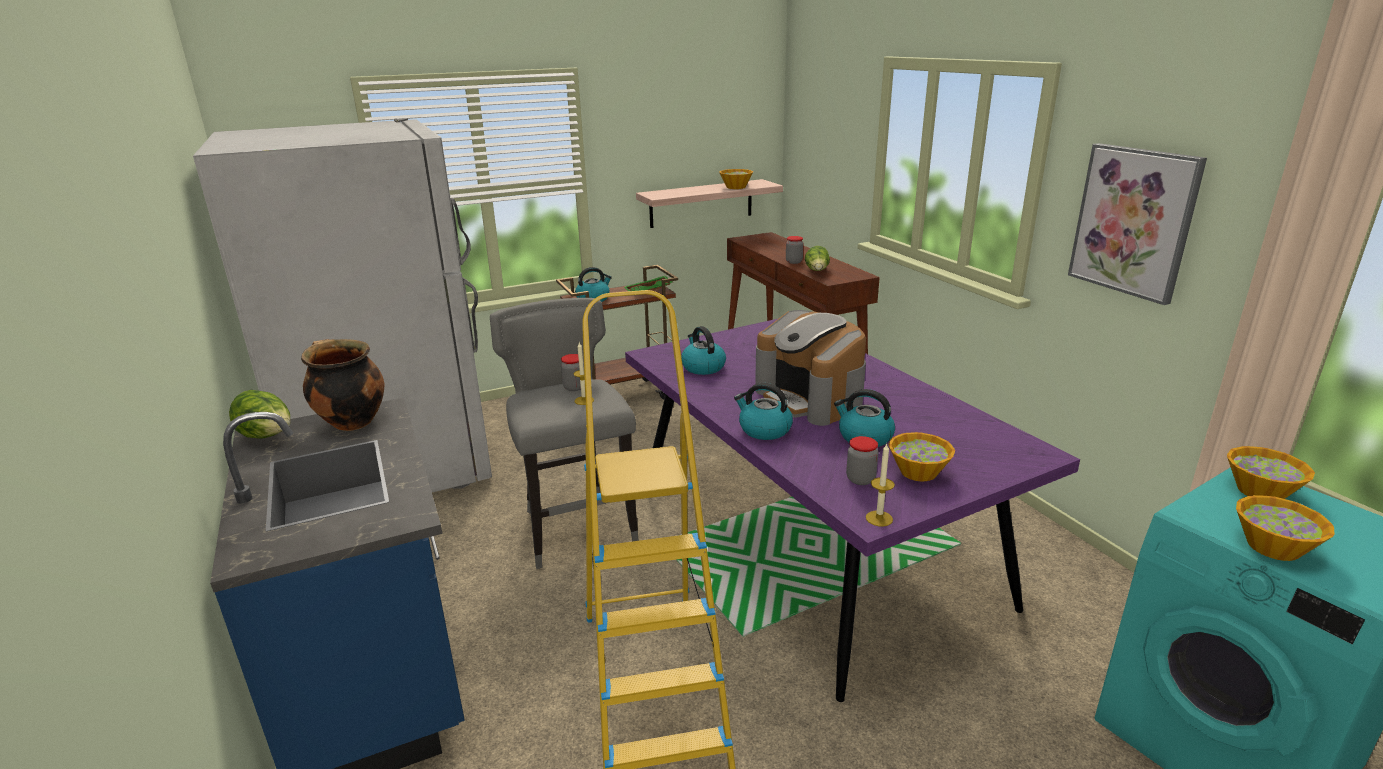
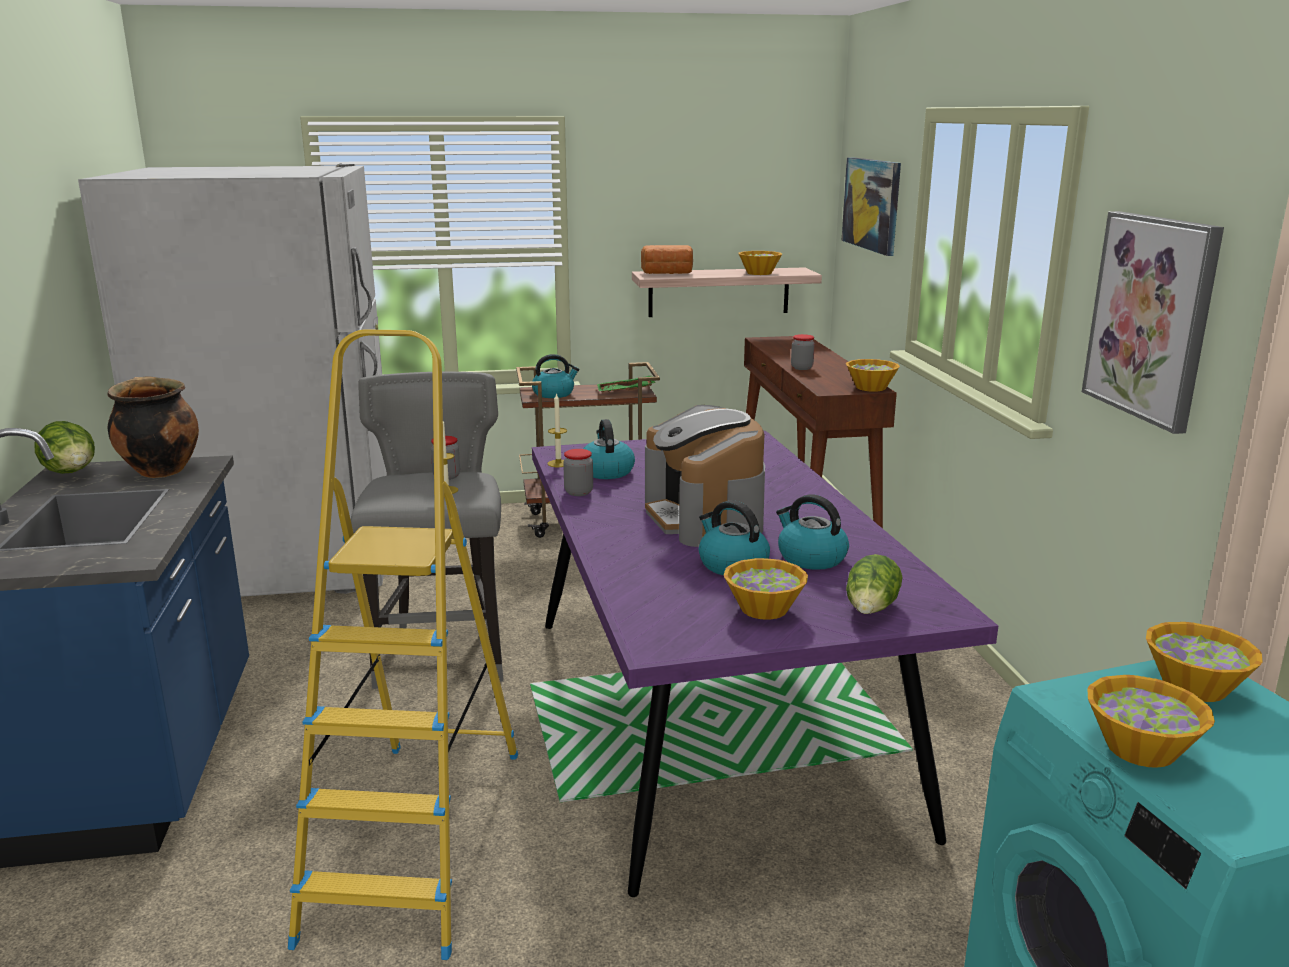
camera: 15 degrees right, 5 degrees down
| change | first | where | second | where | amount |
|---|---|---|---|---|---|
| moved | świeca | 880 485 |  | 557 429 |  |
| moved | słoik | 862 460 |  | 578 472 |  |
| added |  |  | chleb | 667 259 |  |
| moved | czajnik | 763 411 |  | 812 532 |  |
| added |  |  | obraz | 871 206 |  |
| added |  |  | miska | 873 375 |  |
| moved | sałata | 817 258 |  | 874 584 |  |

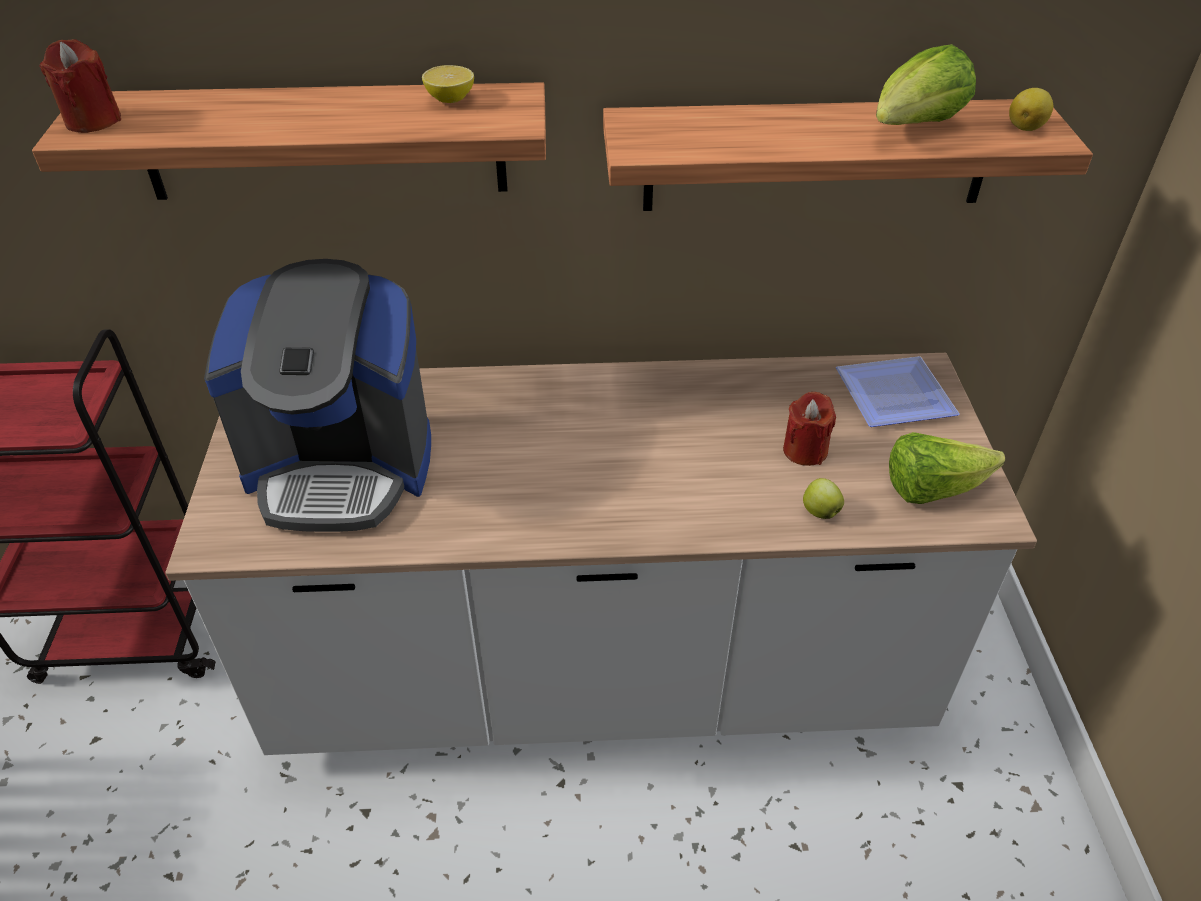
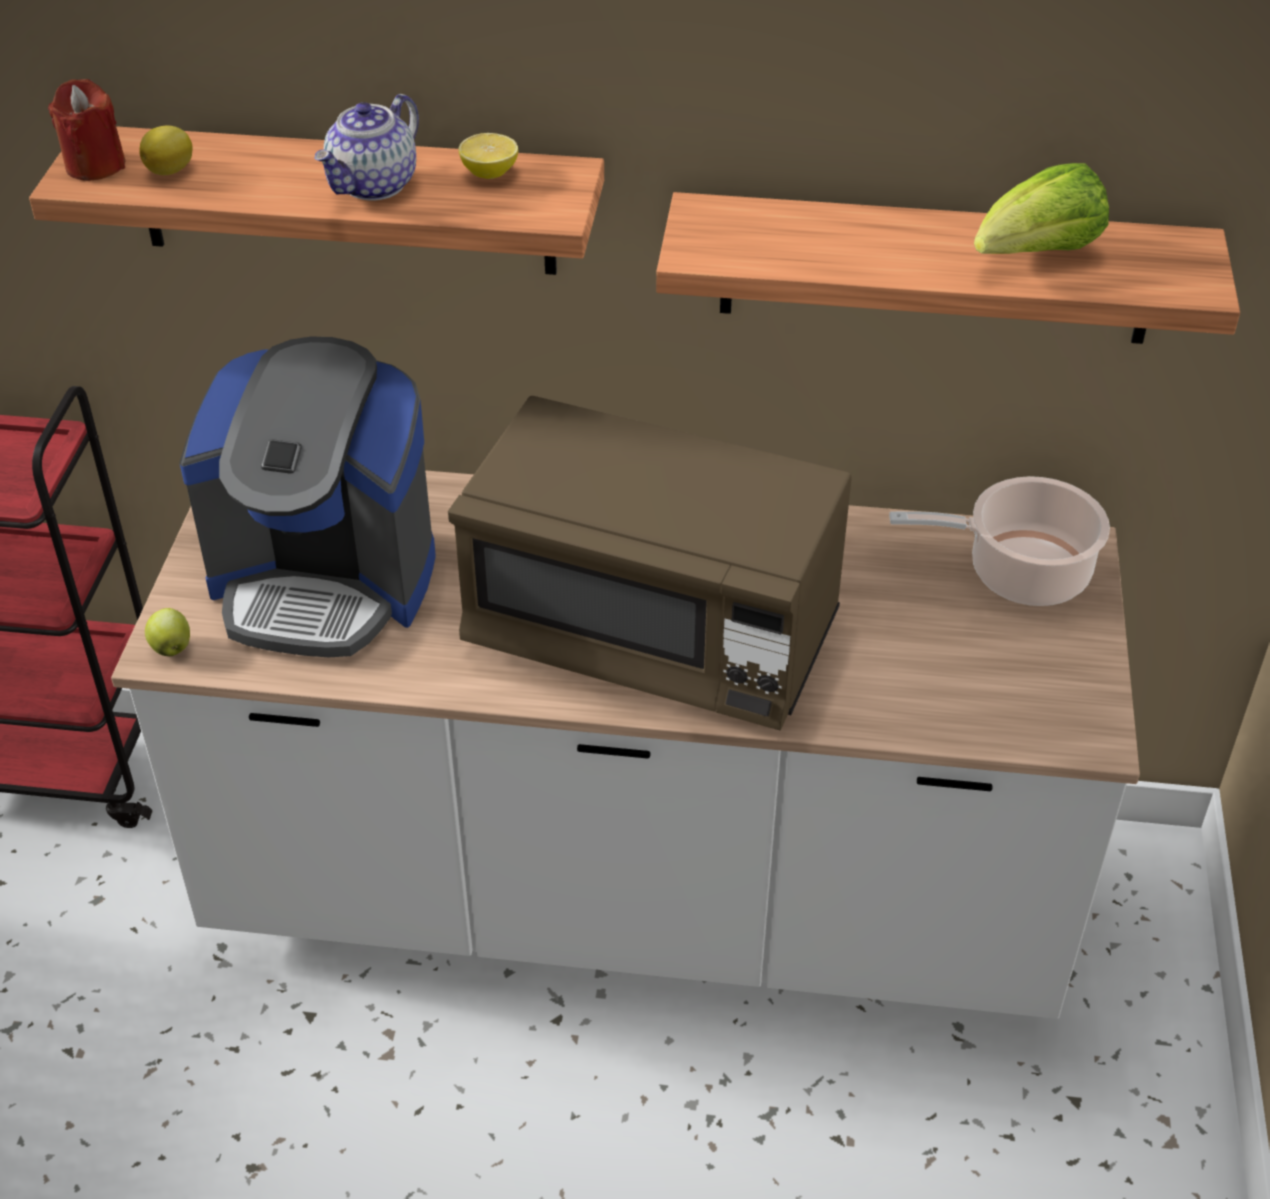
camera: 10 degrees right, 0 degrees up
| change | first | where | second | where | amount |
|---|---|---|---|---|---|
| moved | cytryna | 1031 109 |  | 165 150 |  |
| moved | jabłko | 823 498 |  | 167 632 |  |
| added |  |  | imbryk | 366 147 |  |
| added |  |  | mikrofalówka (brązowy) | 650 563 |  |
| replaced | talerz | 897 391 | garnek | 999 541 |  |
| removed | świeca (czerwony) | 809 429 |  |  |  |
| removed | sałata | 947 468 |  |  |  |

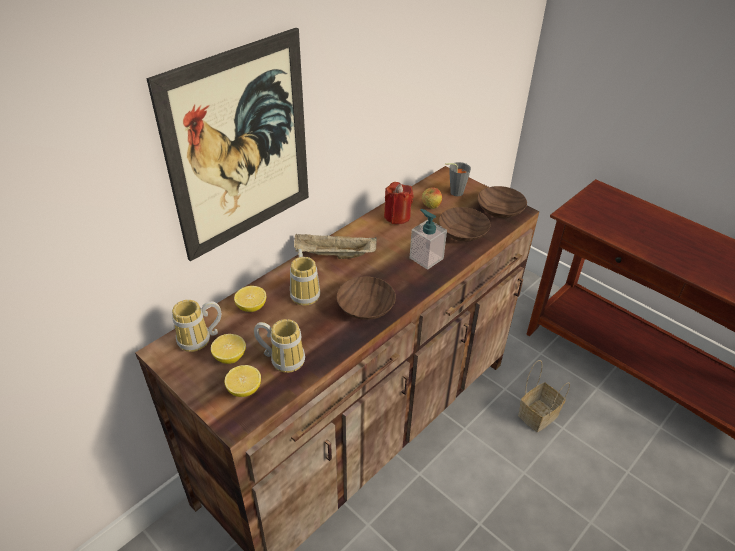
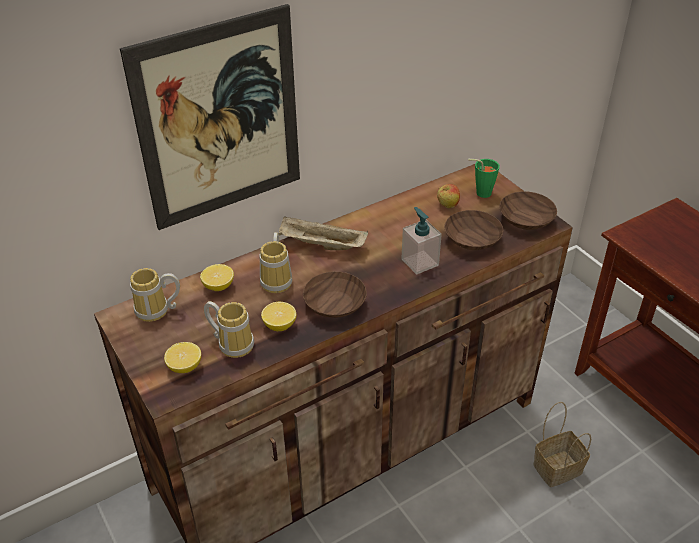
camera: 15 degrees right, 0 degrees up
| change | first | where | second | where | amount |
|---|---|---|---|---|---|
| moved | cytryna | 228 349 |  | 279 316 |  |
| recoloured | filiżanka (szary) | 458 179 | filiżanka (zielony) | 484 178 |  |
| removed | świeca (czerwony) | 398 203 |  |  |  |

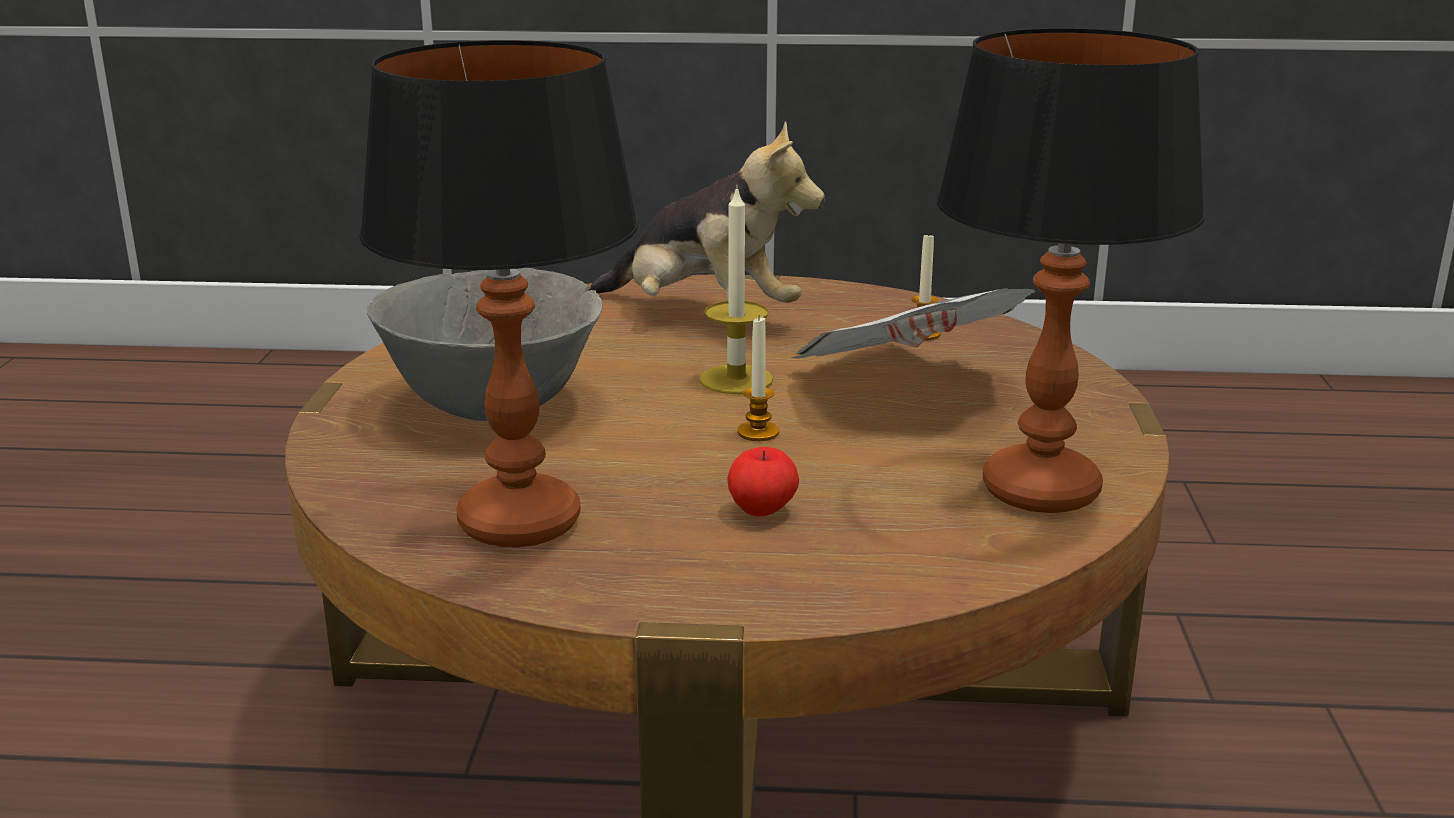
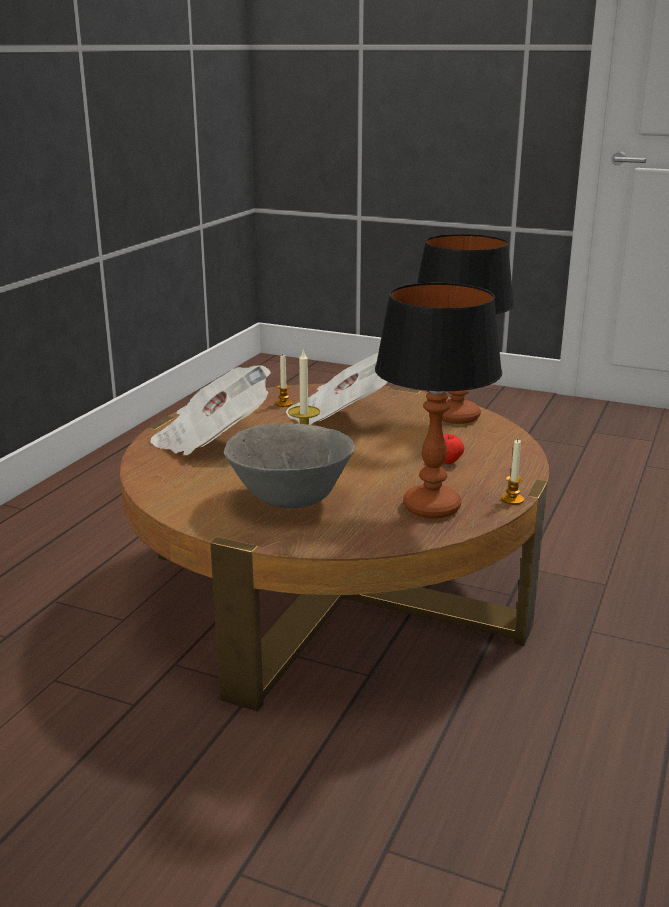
camera: 70 degrees left, 0 degrees up
| change | first | where | second | where | amount |
|---|---|---|---|---|---|
| replaced | pluszak | 706 212 | gazeta | 210 410 |  |
| moved | świeca | 758 378 |  | 513 472 |  |

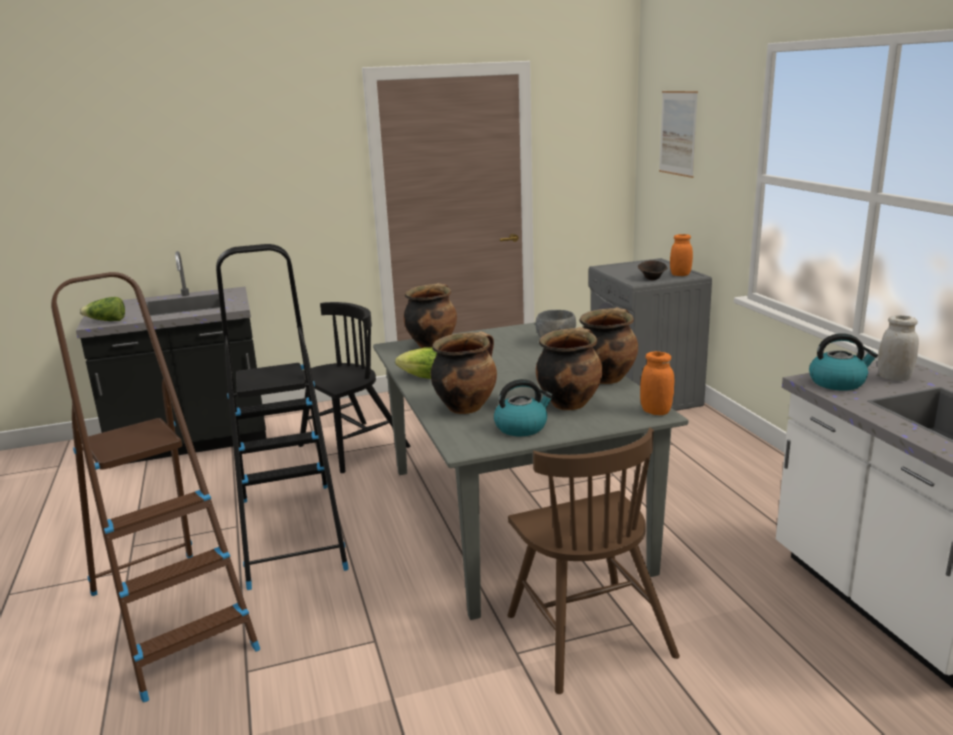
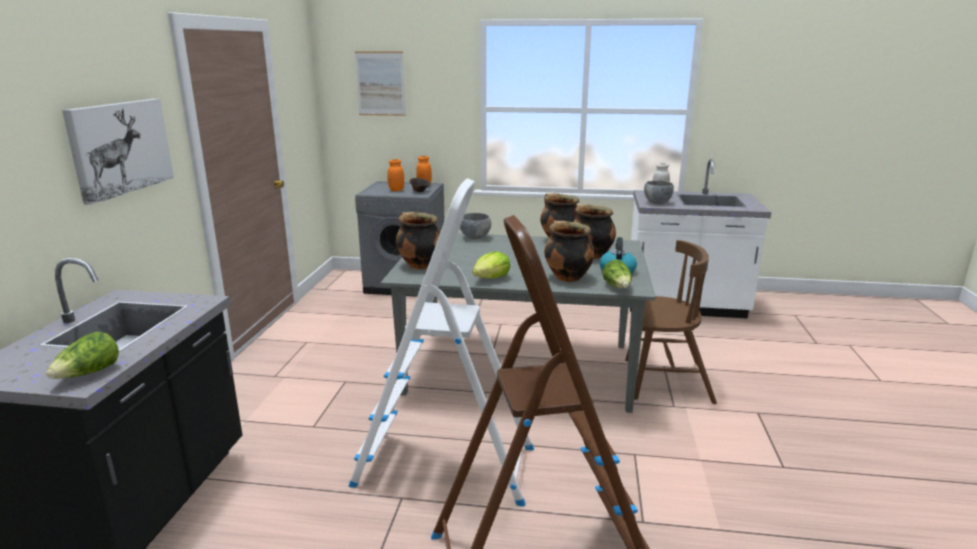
camera: 65 degrees left, 0 degrees up
| change | first | where | second | where | amount |
|---|---|---|---|---|---|
| added |  |  | obraz | 118 152 |  |
| recoloured | drabinka (czarny) | 282 417 | drabinka (biały) | 441 342 |  |
| moved | słoik (pomarańczowy) | 657 383 |  | 396 175 |  |
| added |  |  | sałata | 617 274 |  |
| replaced | czajnik | 843 362 | miska (szary) | 659 192 |  |
| removed | krzesło (czarny) | 355 387 |  |  |  |

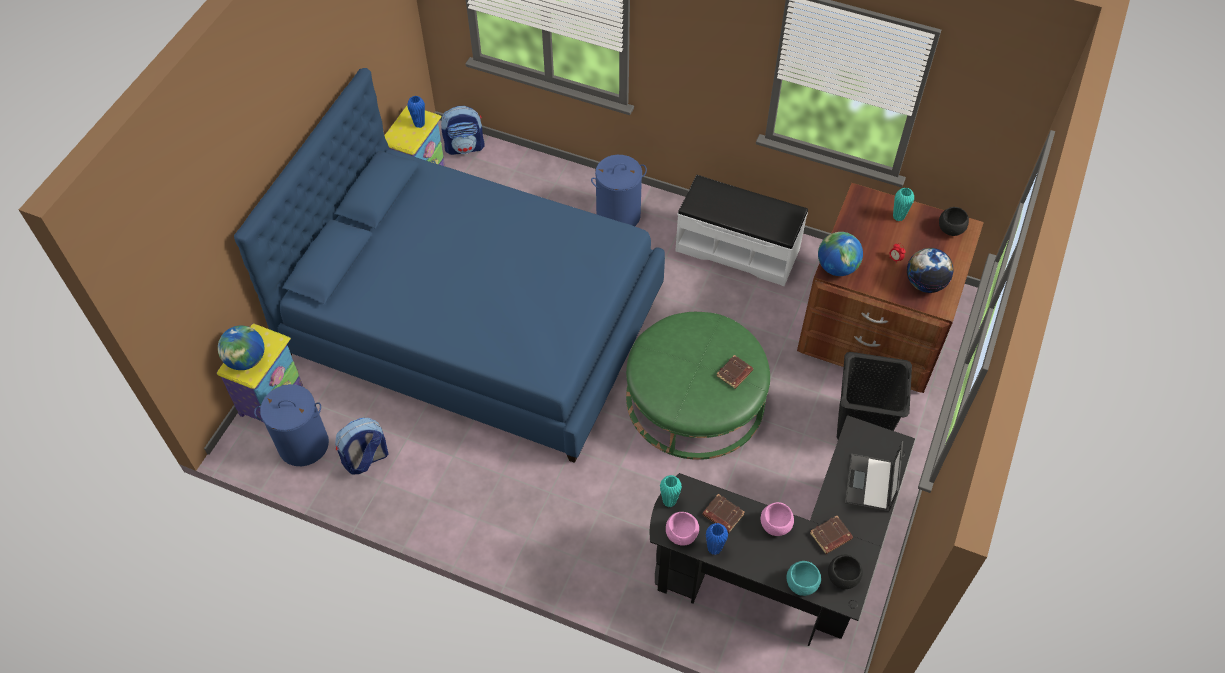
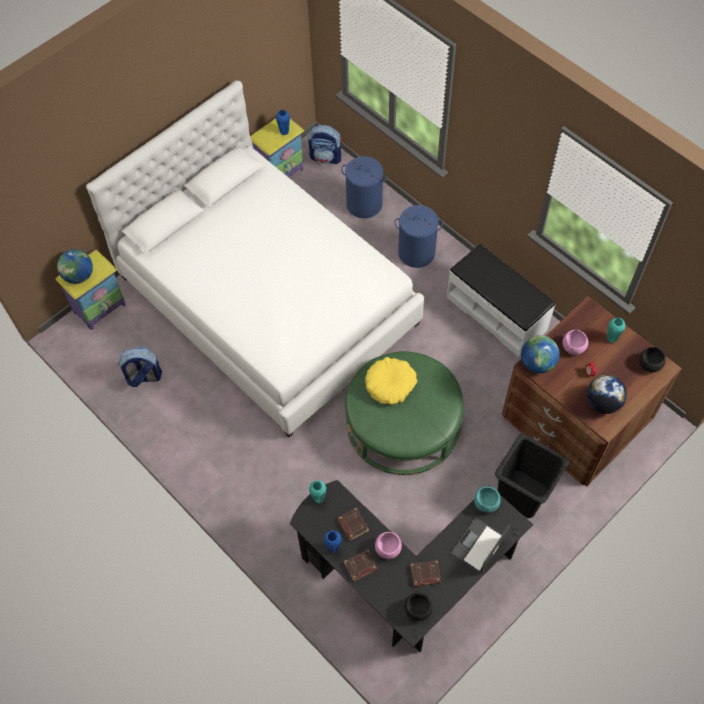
camera: 25 degrees right, 5 degrees up
| change | first | where | second | where | amount |
|---|---|---|---|---|---|
| recoloured | łóżko (niebieski) | 449 265 | łóżko (biały) | 255 258 |  |
| moved | kosz na pranie (niebieski) | 291 425 |  | 364 187 |  |
| moved | książka (brązowy) | 735 372 |  | 361 566 |  |
| added |  |  | poduszka (żółty) | 391 381 |  |
| moved | miska (turkusowy) | 804 578 |  | 487 499 |  |
| moved | miska (różowy) | 682 529 |  | 575 342 |  |

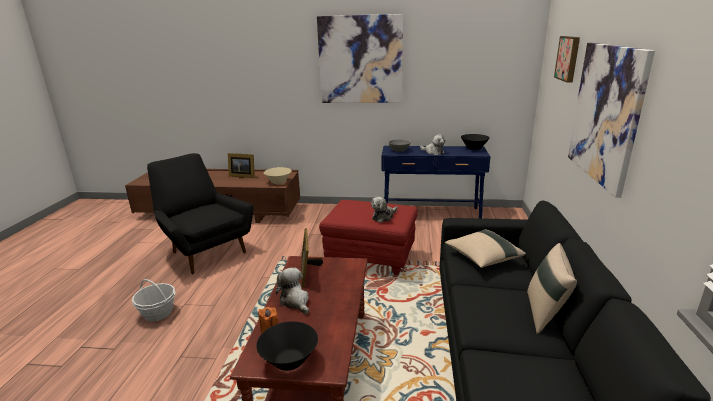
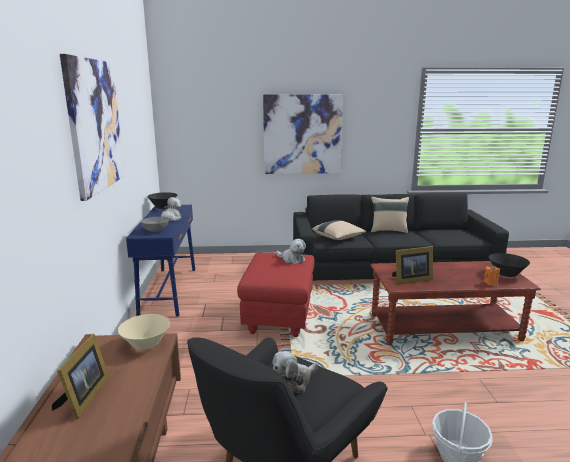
camera: 100 degrees left, 5 degrees down
| change | first | where | second | where | amount |
|---|---|---|---|---|---|
| moved | pluszak | 292 291 |  | 295 372 |  |
| removed | obraz | 567 59 |  |  |  |

